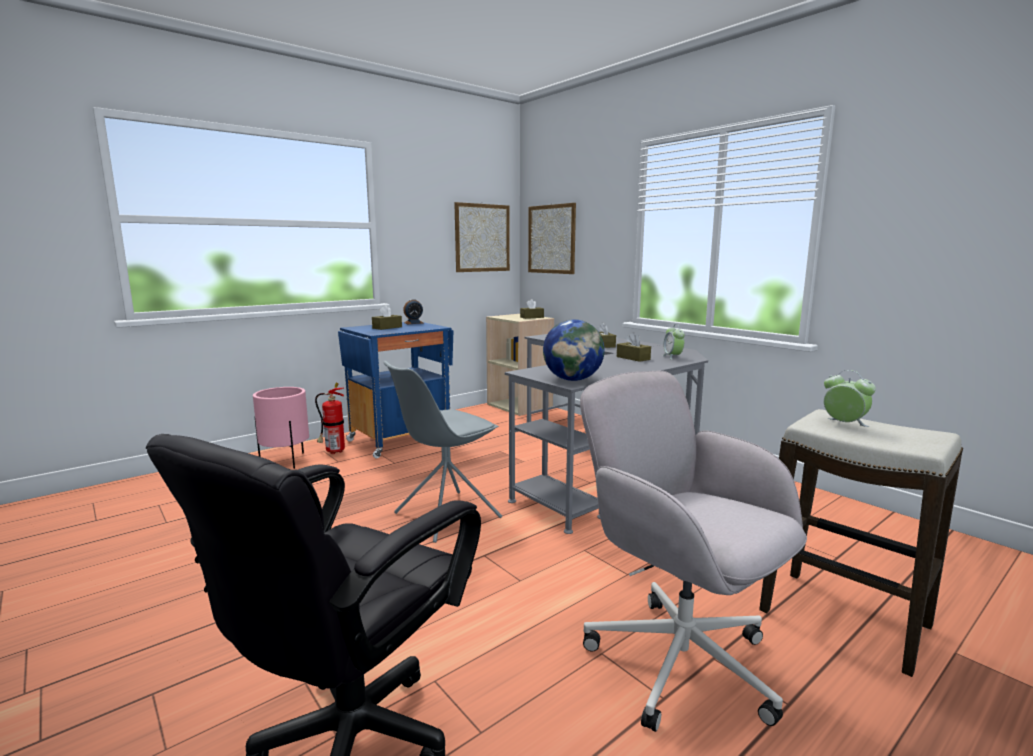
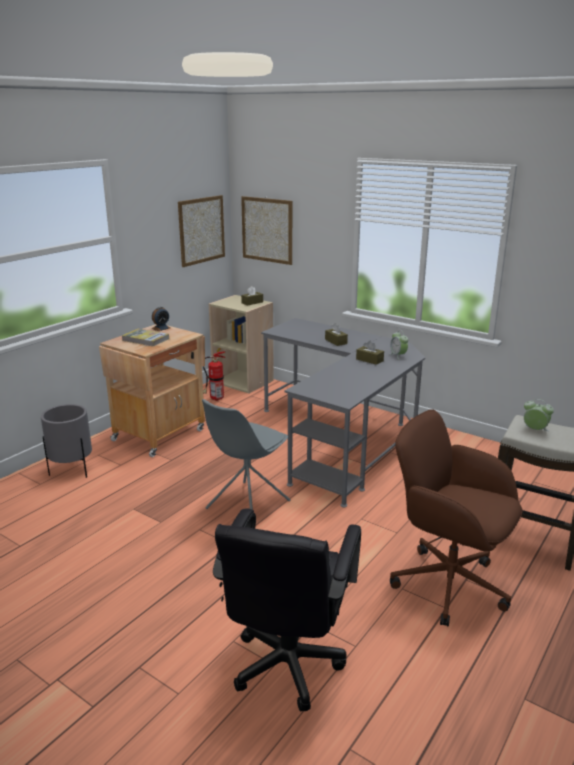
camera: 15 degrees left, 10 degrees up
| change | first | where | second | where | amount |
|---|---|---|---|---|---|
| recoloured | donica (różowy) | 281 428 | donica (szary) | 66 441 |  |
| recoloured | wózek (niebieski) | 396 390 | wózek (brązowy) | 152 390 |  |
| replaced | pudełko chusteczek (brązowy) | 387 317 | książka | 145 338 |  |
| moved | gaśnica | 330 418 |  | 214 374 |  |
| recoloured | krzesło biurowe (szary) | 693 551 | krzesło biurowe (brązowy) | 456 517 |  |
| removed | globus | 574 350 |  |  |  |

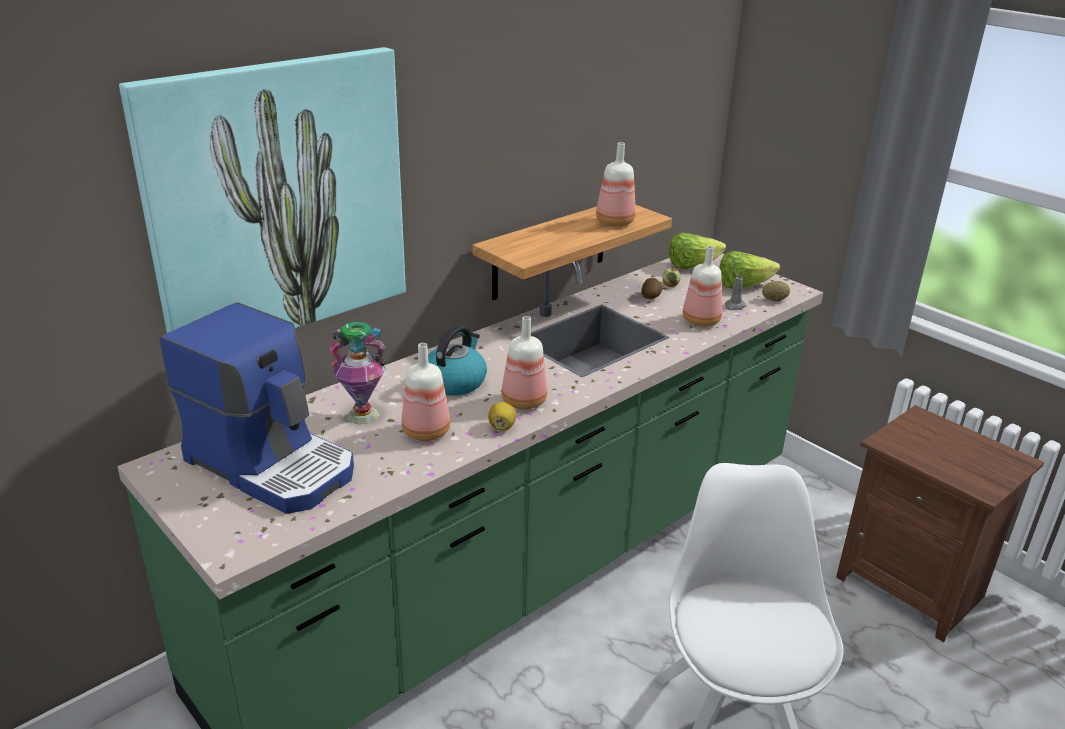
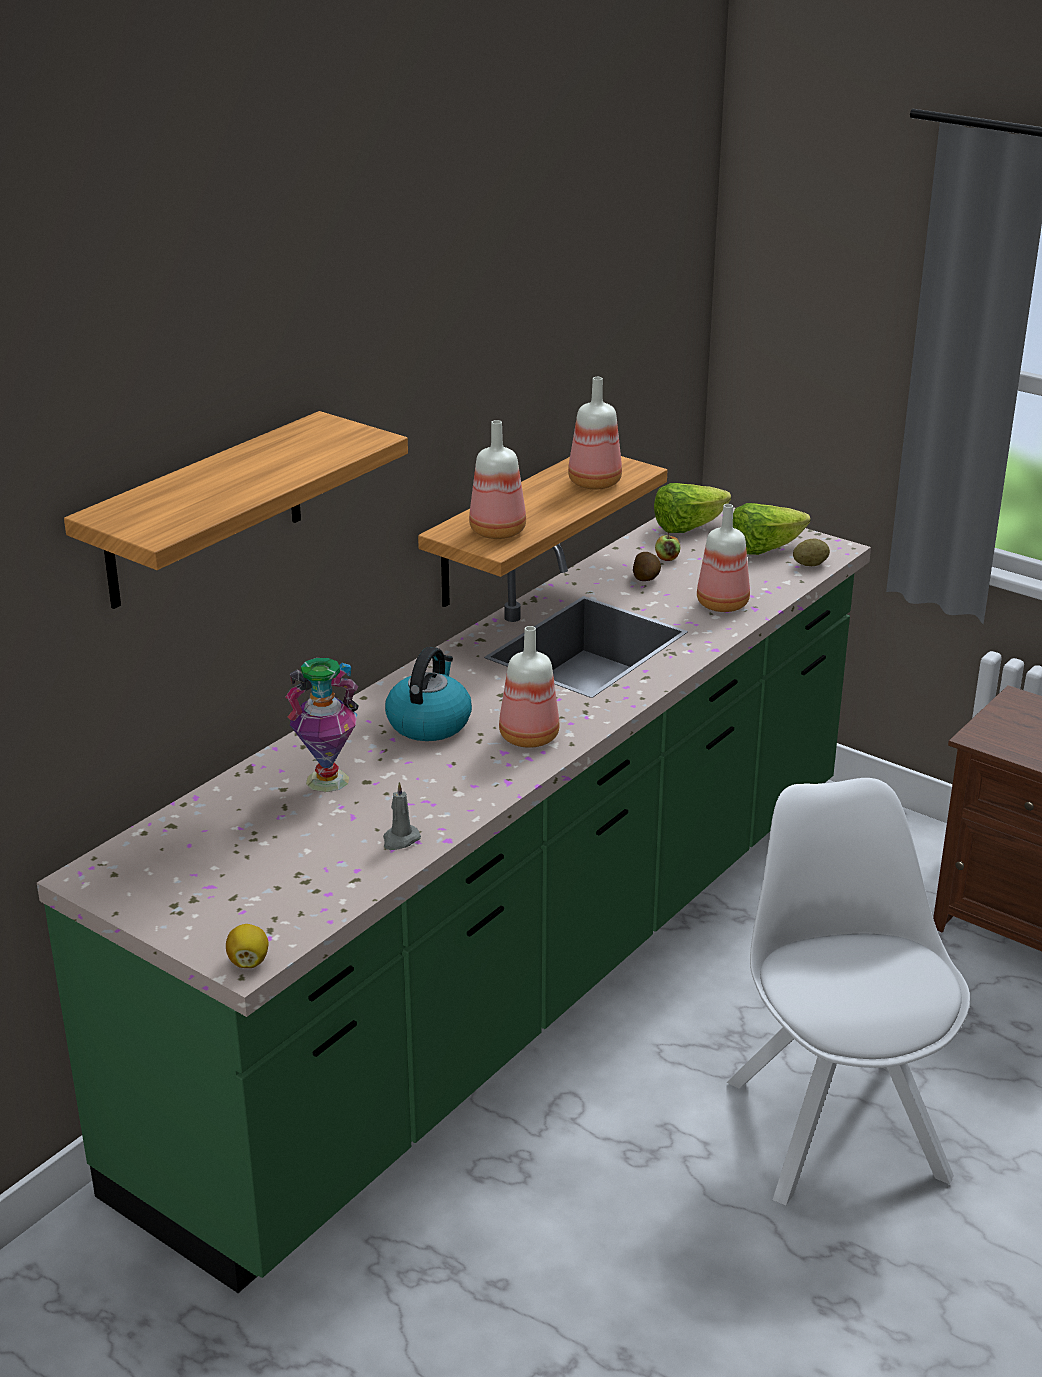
camera: 10 degrees left, 0 degrees up
| change | first | where | second | where | amount |
|---|---|---|---|---|---|
| replaced | obraz | 262 190 | półka | 236 510 |  |
| moved | cytryna | 502 416 |  | 247 946 |  |
| moved | świeca (szary) | 736 290 |  | 402 816 |  |
| moved | butelka | 425 392 |  | 497 479 |  |
| removed | ekspres do kawy | 257 408 |  |  |  |

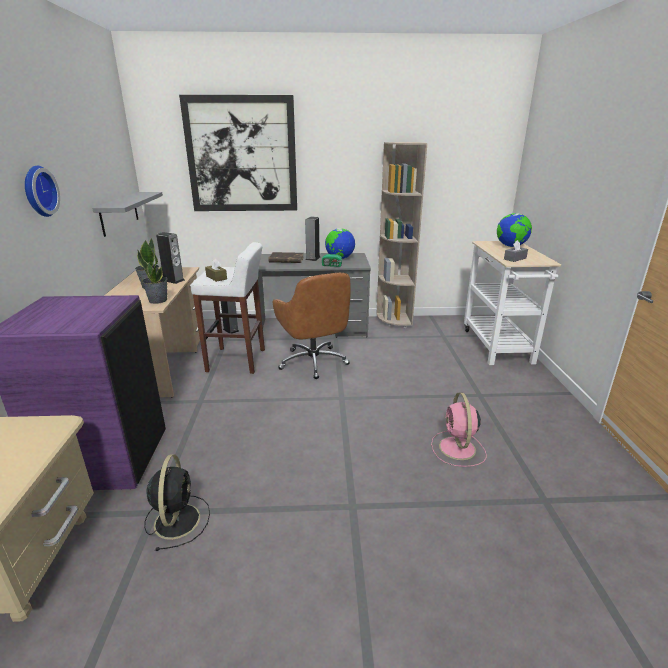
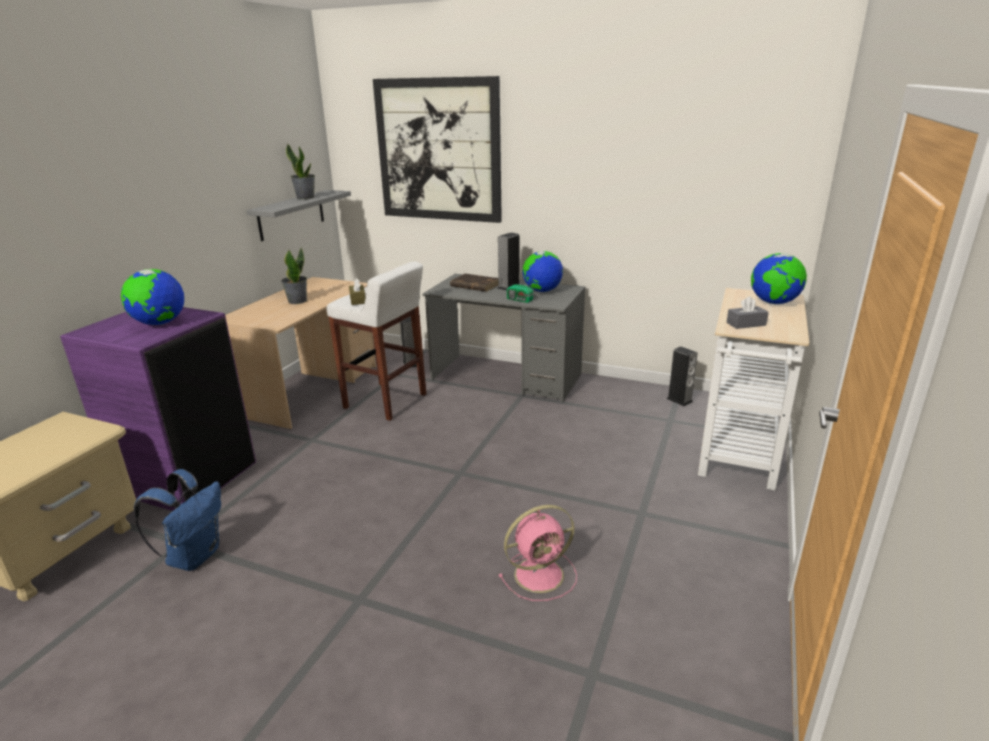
camera: 25 degrees right, 0 degrees up
| change | first | where | second | where | amount |
|---|---|---|---|---|---|
| added |  |  | globus | 152 297 |  |
| replaced | wentylator (czarny) | 177 502 | plecak (niebieski) | 177 520 |  |
| moved | roślina doniczkowa | 152 277 |  | 300 171 |  |
| turned | wentylator (różowy) | 459 430 |  | 538 553 | 135 degrees counterclockwise |
| moved | głośnik | 170 258 |  | 682 376 |  |
| removed | zegar ścienny | 42 191 |  |  |  |
| removed | krzesło biurowe (brązowy) | 312 326 |  |  |  |
| removed | regał (beżowy) | 401 235 |  |  |  |

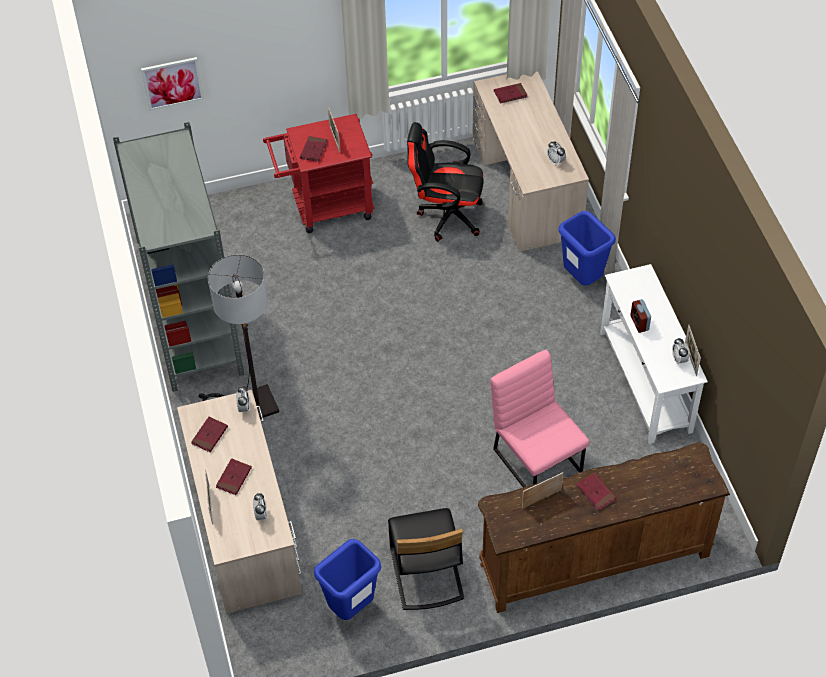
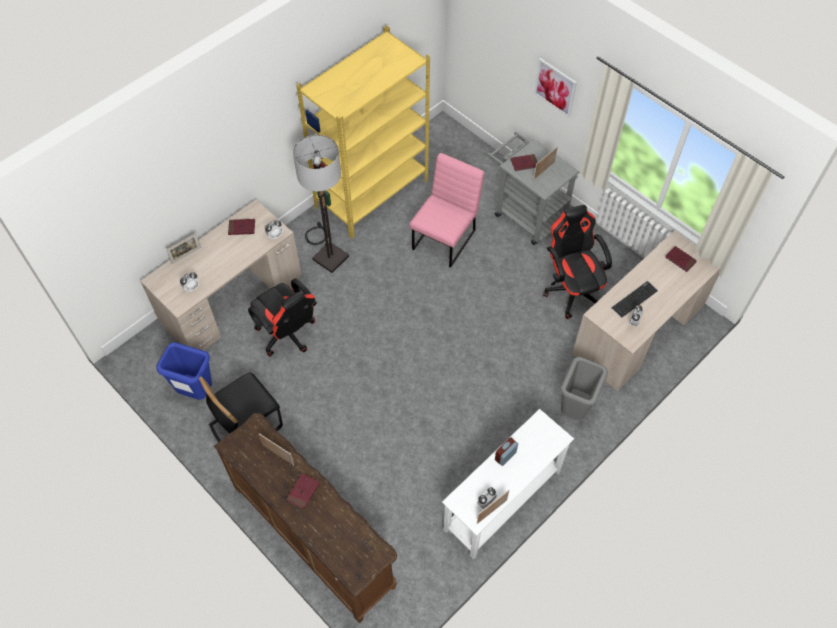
camera: 60 degrees right, 5 degrees up
| change | first | where | second | where | amount |
|---|---|---|---|---|---|
| added |  |  | krzesło biurowe (czarny) | 282 317 |  |
| recoloured | regał (szary) | 178 257 | regał (żółty) | 363 132 |  |
| moved | krzesło (różowy) | 539 418 |  | 447 210 |  |
| recoloured | wózek (czerwony) | 319 173 | wózek (szary) | 533 188 |  |
| moved | obraz | 172 84 |  | 555 87 |  |
| recoloured | kosz na śmieci (niebieski) | 587 248 | kosz na śmieci (szary) | 584 388 |  |
| added |  |  | klawiatura | 635 299 |  |
| removed | książka (czerwony) | 234 476 |  |  |  |

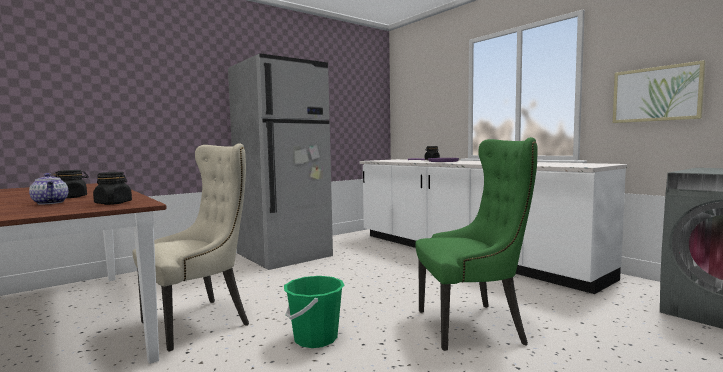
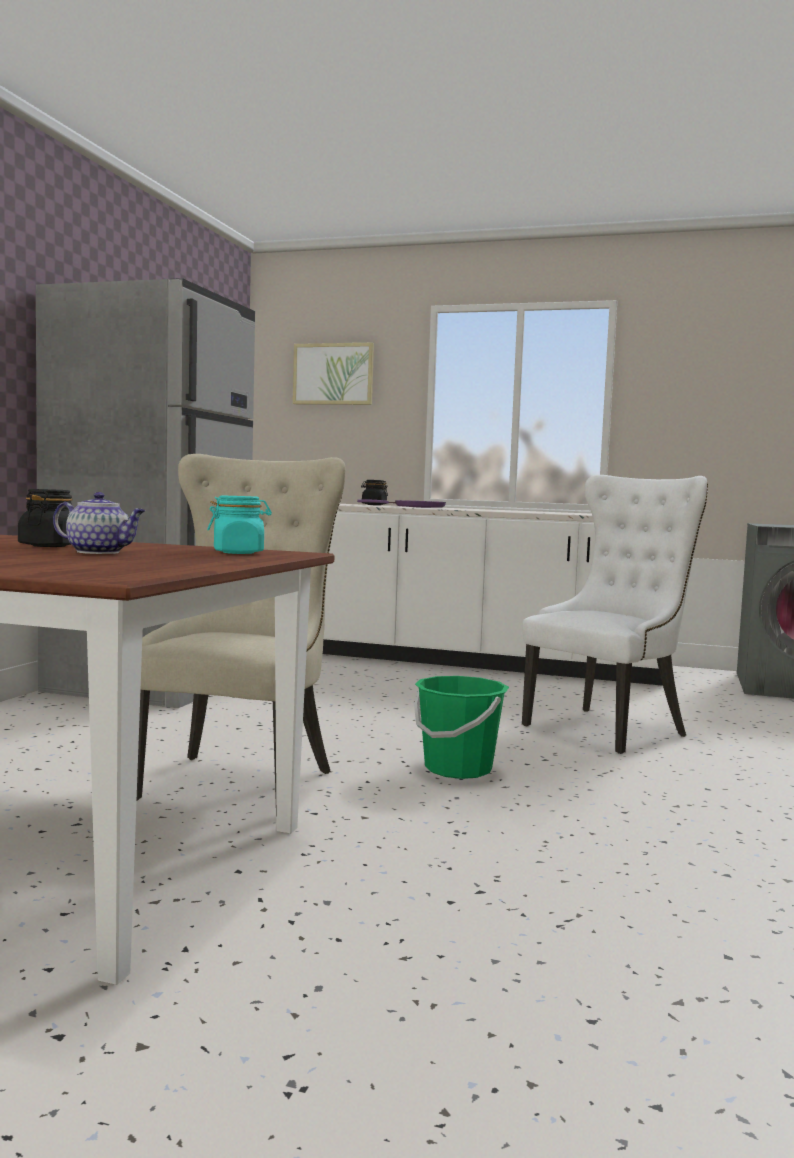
camera: 35 degrees left, 0 degrees up
| change | first | where | second | where | amount |
|---|---|---|---|---|---|
| recoloured | słoik (czarny) | 112 188 | słoik (turkusowy) | 239 525 |  |
| moved | obraz | 659 91 |  | 333 374 |  |
| recoloured | krzesło (zielony) | 476 244 | krzesło (biały) | 615 614 |  |

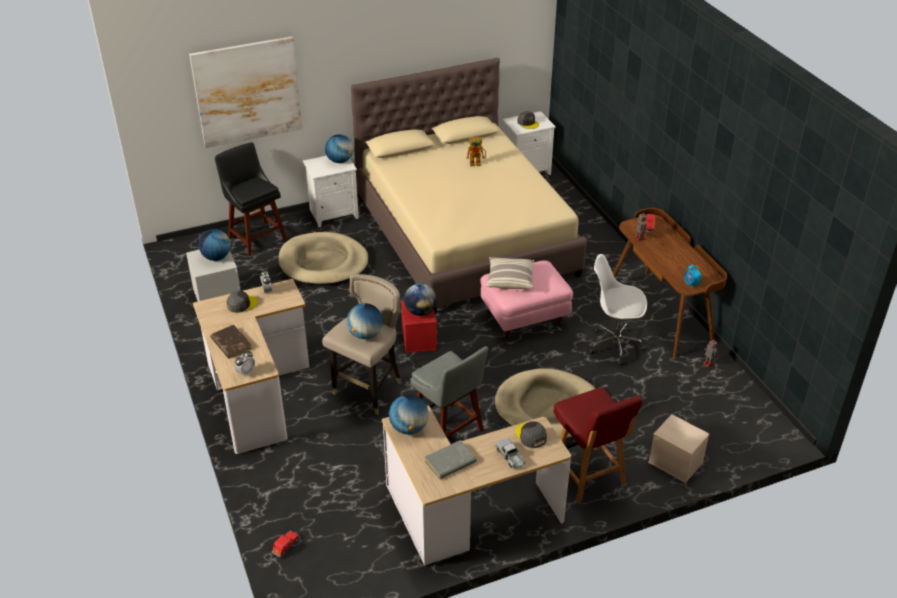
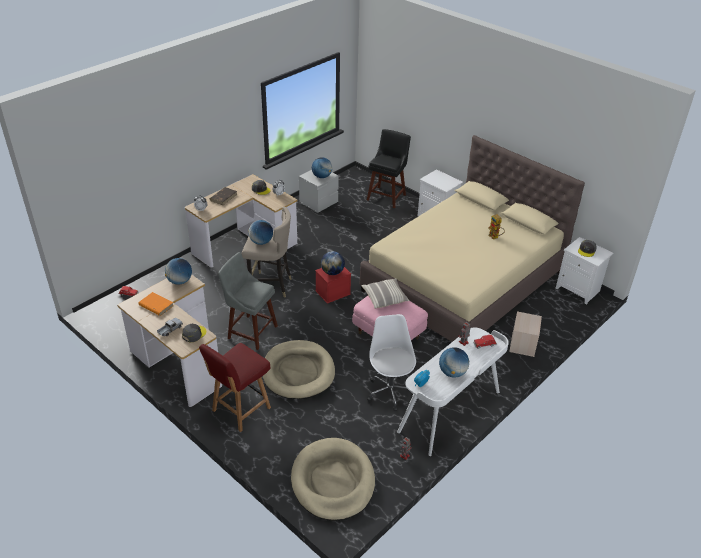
camera: 65 degrees right, 0 degrees up
| change | first | where | second | where | amount |
|---|---|---|---|---|---|
| recoloured | książka (szary) | 451 459 | książka (pomarańczowy) | 155 304 |  |
| turned | krzesło (szary) | 449 392 |  | 248 301 | 90 degrees clockwise |
| moved | legowisko (beżowy) | 323 259 |  | 333 479 |  |
| recoloured | biurko (brązowy) | 670 283 | biurko (biały) | 453 391 |  |
| moved | globus | 339 149 |  | 454 362 |  |
| moved | pojemnik do przechowywania (beżowy) | 678 448 |  | 525 334 |  |
| removed | obraz | 245 92 |  |  |  |

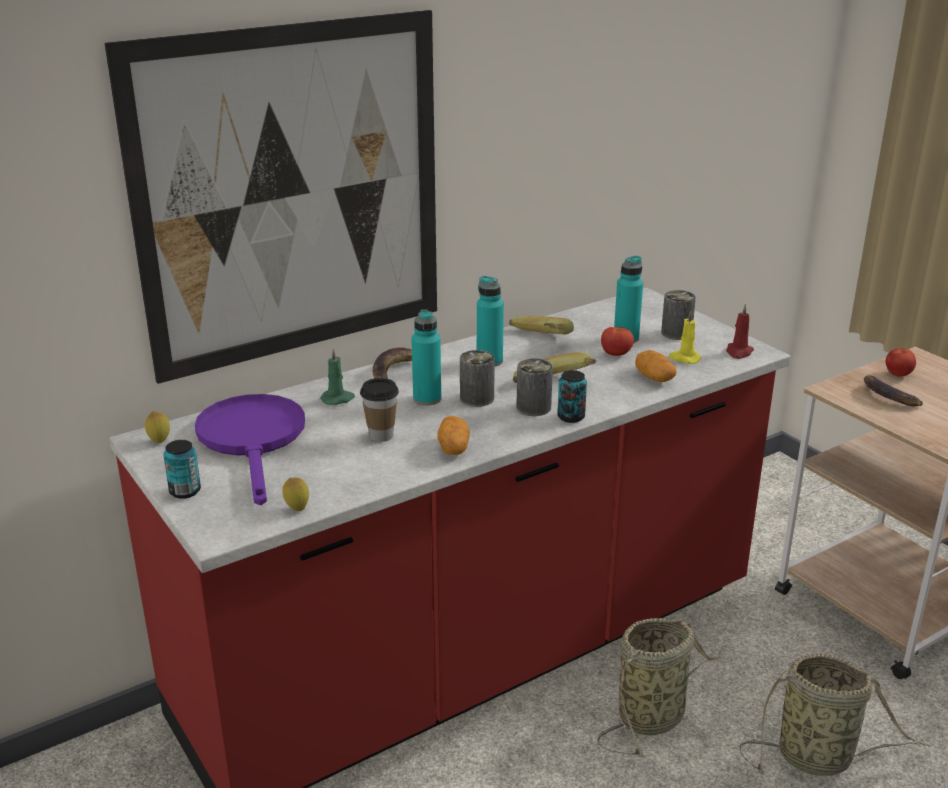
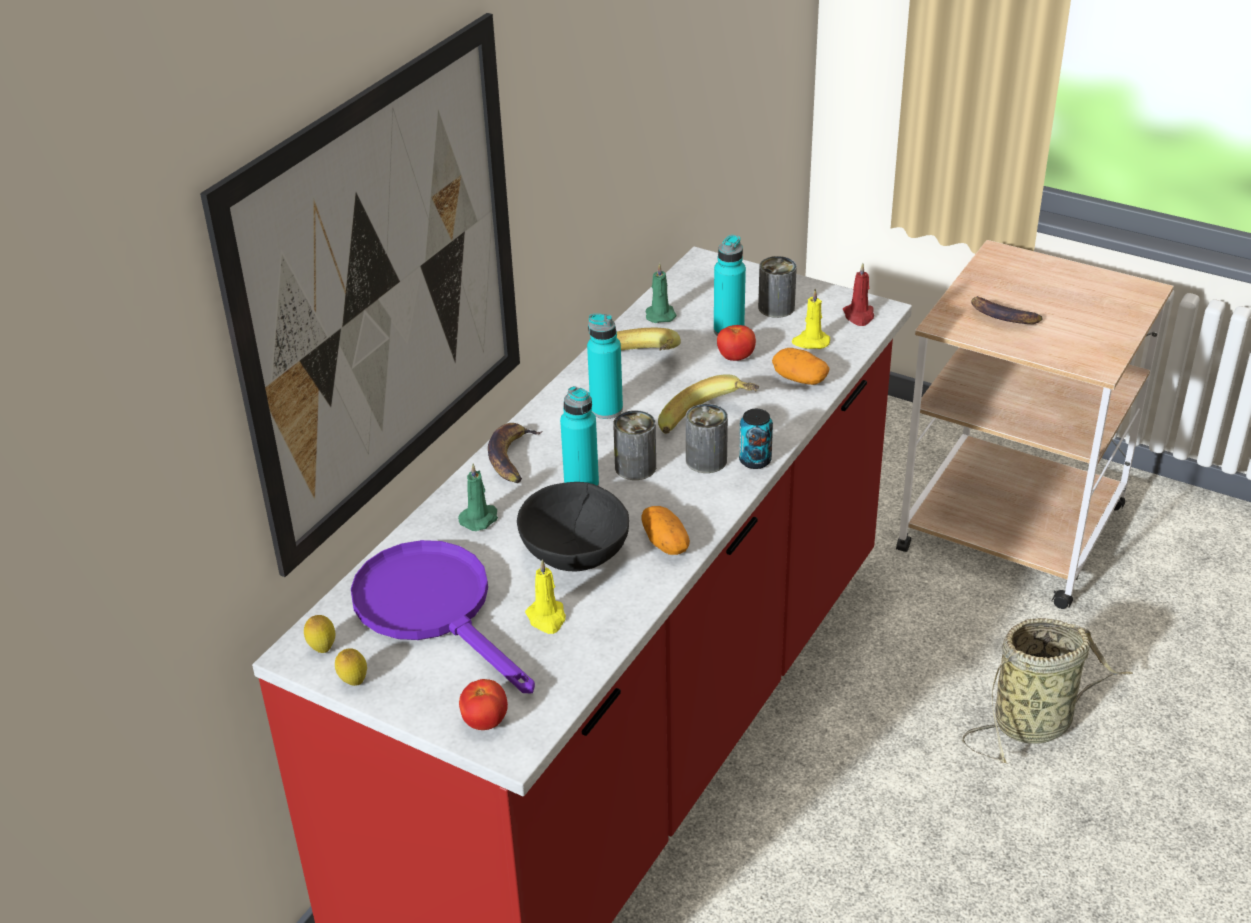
camera: 25 degrees left, 10 degrees up
| change | first | where | second | where | amount |
|---|---|---|---|---|---|
| moved | cytryna | 295 494 |  | 351 667 |  |
| moved | pomidor | 901 362 |  | 483 704 |  |
| replaced | filiżanka | 379 410 | miska (czarny) | 573 526 |  |
| added |  |  | świeca (żółty) | 545 596 |  |
| added |  |  | świeca (zielony) | 661 293 |  |
| removed | puszka | 182 469 |  |  |  |
| removed | koszyk | 659 687 |  |  |  |

